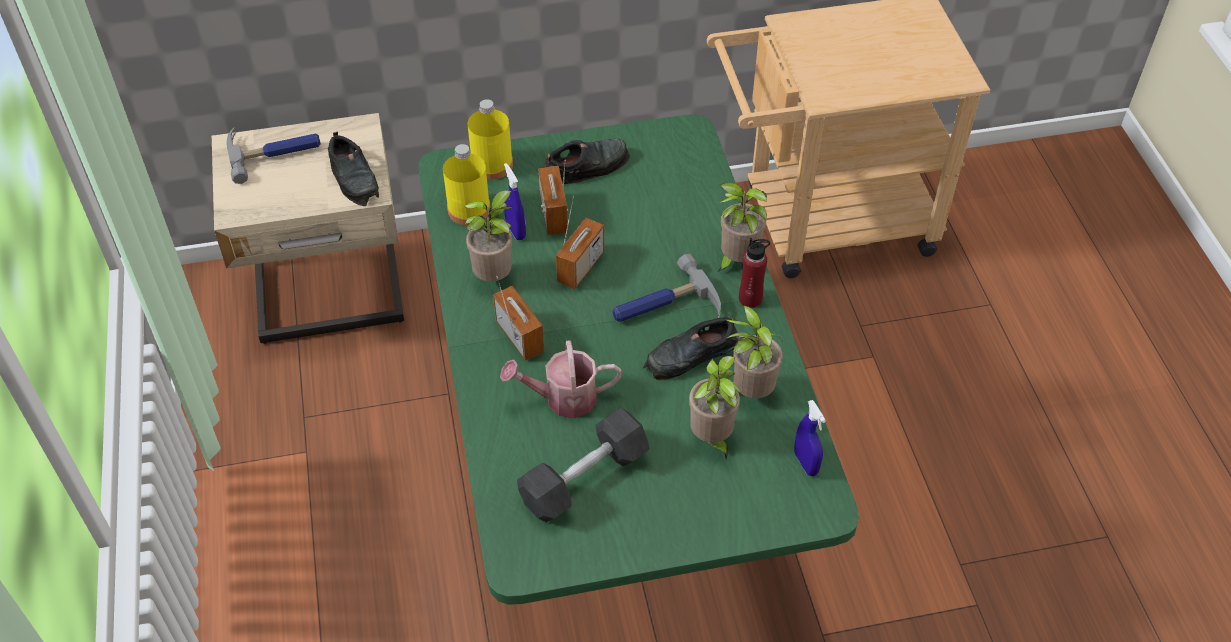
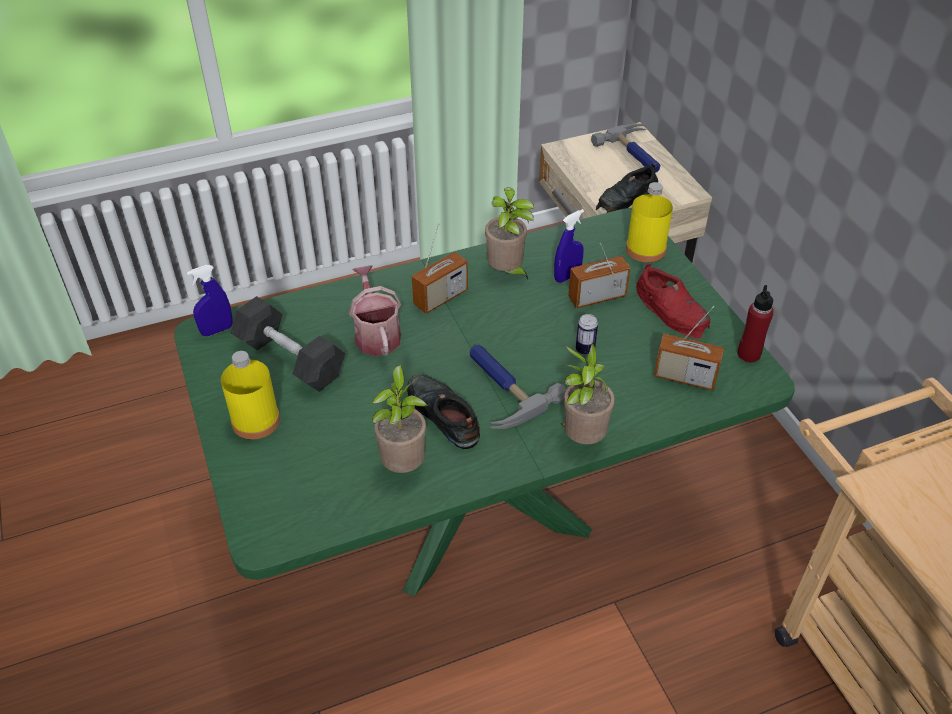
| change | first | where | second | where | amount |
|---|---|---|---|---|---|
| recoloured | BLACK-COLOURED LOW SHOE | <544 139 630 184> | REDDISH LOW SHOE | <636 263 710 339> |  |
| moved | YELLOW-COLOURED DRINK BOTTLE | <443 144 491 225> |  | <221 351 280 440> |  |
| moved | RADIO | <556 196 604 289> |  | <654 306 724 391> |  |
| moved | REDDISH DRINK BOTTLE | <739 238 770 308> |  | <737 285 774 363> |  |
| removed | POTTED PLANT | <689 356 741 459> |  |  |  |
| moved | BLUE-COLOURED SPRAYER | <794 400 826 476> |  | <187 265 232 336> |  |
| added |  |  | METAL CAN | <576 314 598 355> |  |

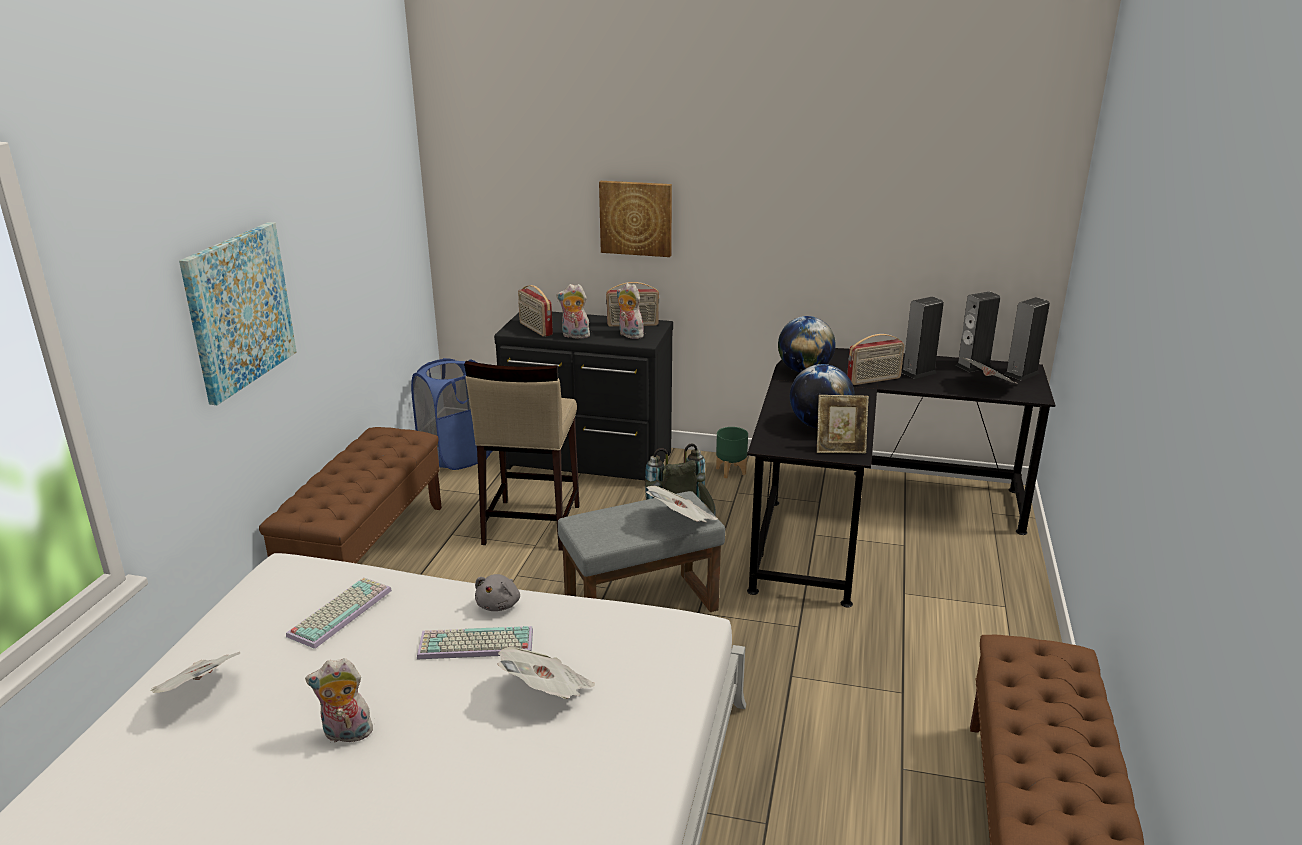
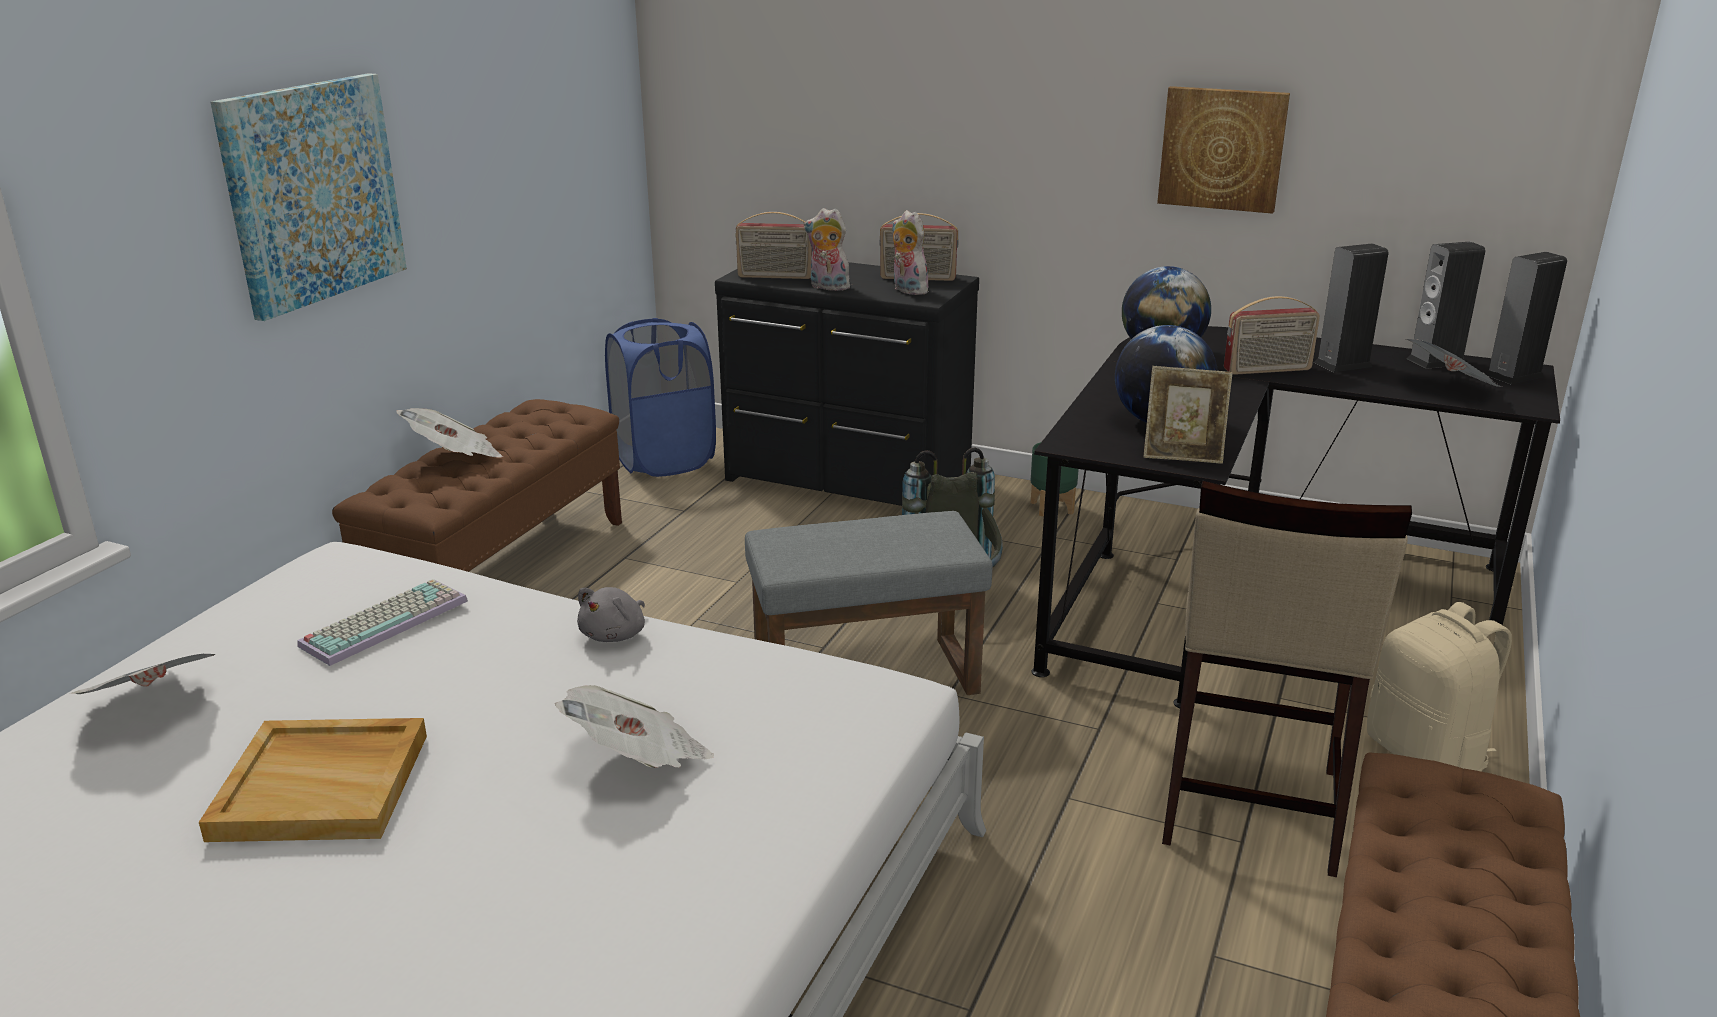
| change | first | where | second | where | amount |
|---|---|---|---|---|---|
| moved | WALL PICTURE | <599 181 672 257> |  | <1157 86 1290 214> |  |
| turned | RADIO | <518 285 553 337> |  | <735 212 812 279> | 60 degrees counterclockwise |
| moved | SAND-COLOURED SITTING STOOL | <464 361 580 551> |  | <1162 481 1412 877> |  |
| moved | NEWSPAPER | <646 486 718 522> |  | <396 408 503 458> |  |
| removed | PC KEYBOARD | <417 626 533 659> |  |  |  |
| replaced | SOFT TOY | <305 658 373 742> | SAND-COLOURED TRAY | <199 718 427 842> |  |
| added |  |  | SAND-COLOURED RUCKSACK | <1367 602 1512 772> |  |

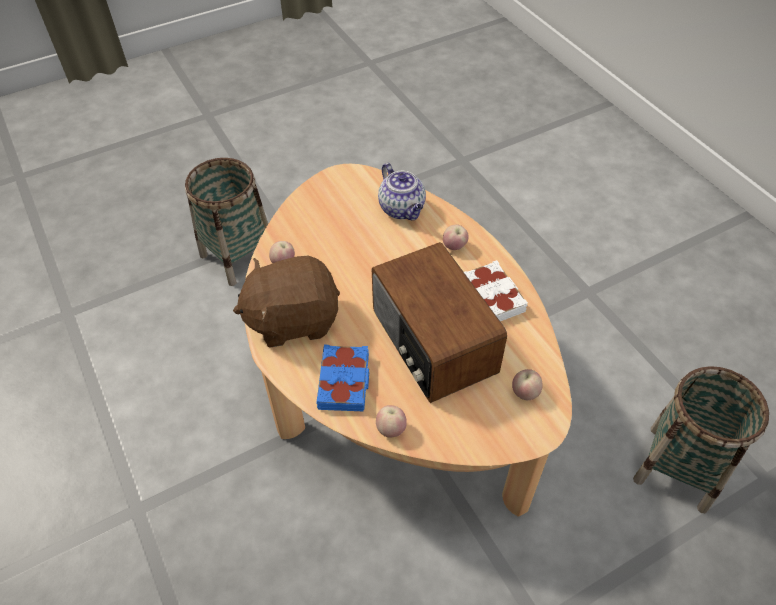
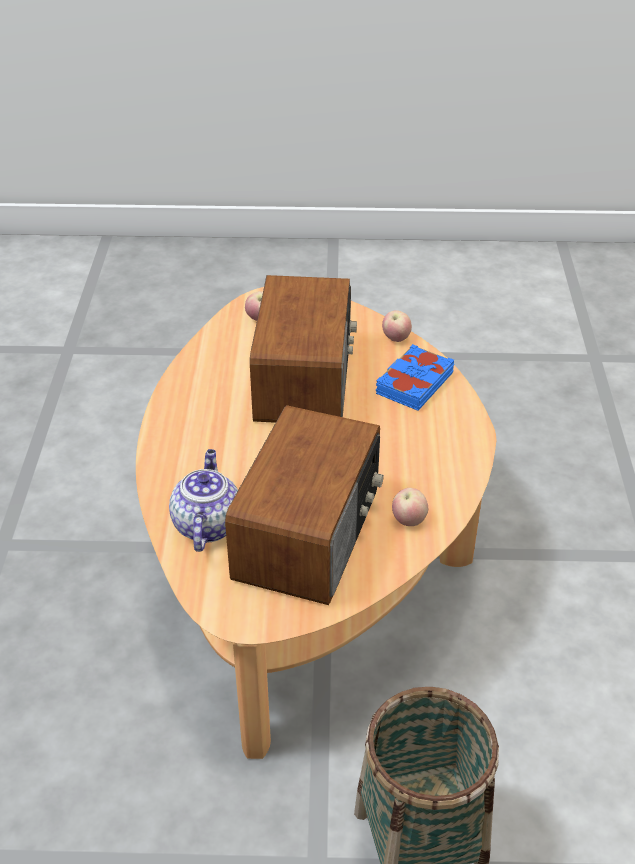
| change | first | where | second | where | amount |
|---|---|---|---|---|---|
| removed | APPLE | <443 224 469 250> |  |  |  |
| removed | BROWN SOFT TOY | <233 256 340 348> |  |  |  |
| removed | WHITE VOLUME | <464 260 528 321> |  |  |  |
| removed | BASKET | <633 366 769 513> |  |  |  |
| added |  |  | RADIO | <225 405 384 605> |  |

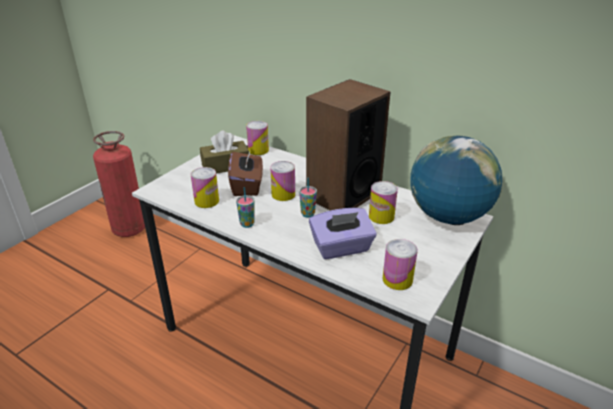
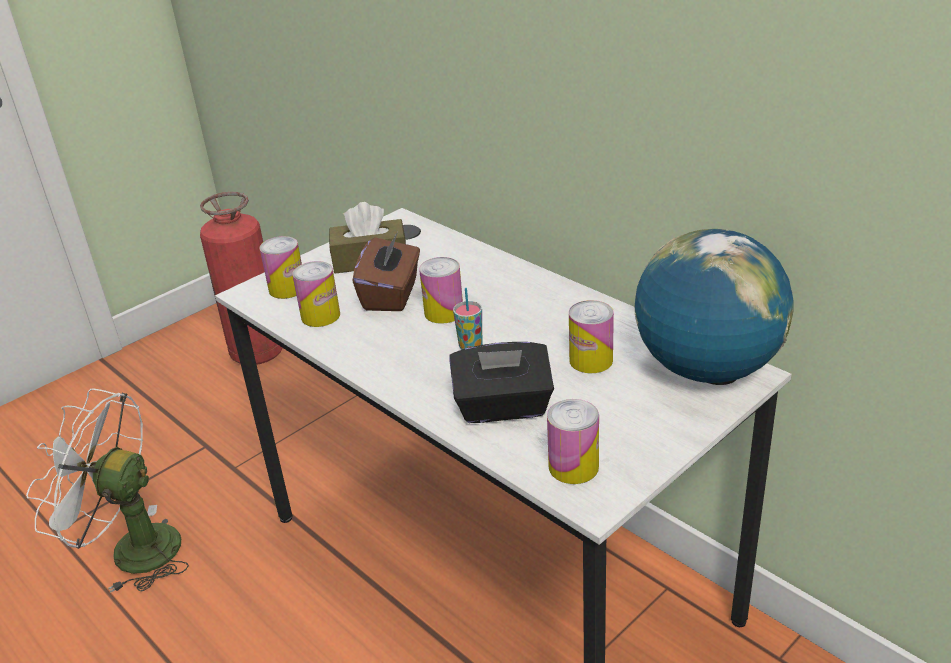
| change | first | where | second | where | amount |
|---|---|---|---|---|---|
| removed | SPEAKER | <306 79 391 211> |  |  |  |
| moved | METAL CAN | <246 121 269 155> |  | <259 236 302 299> |  |
| removed | SMALL CUP | <236 187 255 228> |  |  |  |
| recoloured | PURPLISH BOX OF TISSUES | <309 208 377 259> | BLACK-COLOURED BOX OF TISSUES | <449 342 554 423> |  |
| added |  |  | WHITE ELECTRIC FAN | <26 388 189 593> |  |

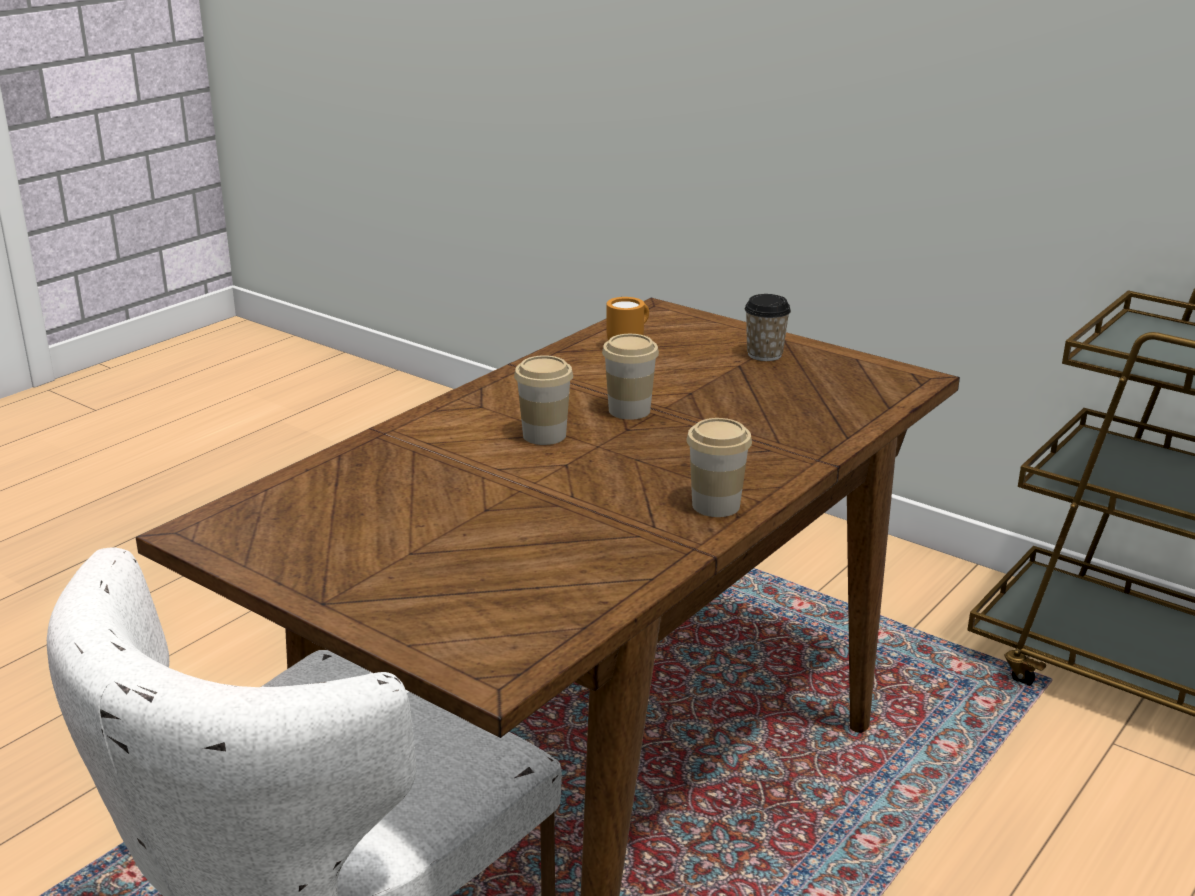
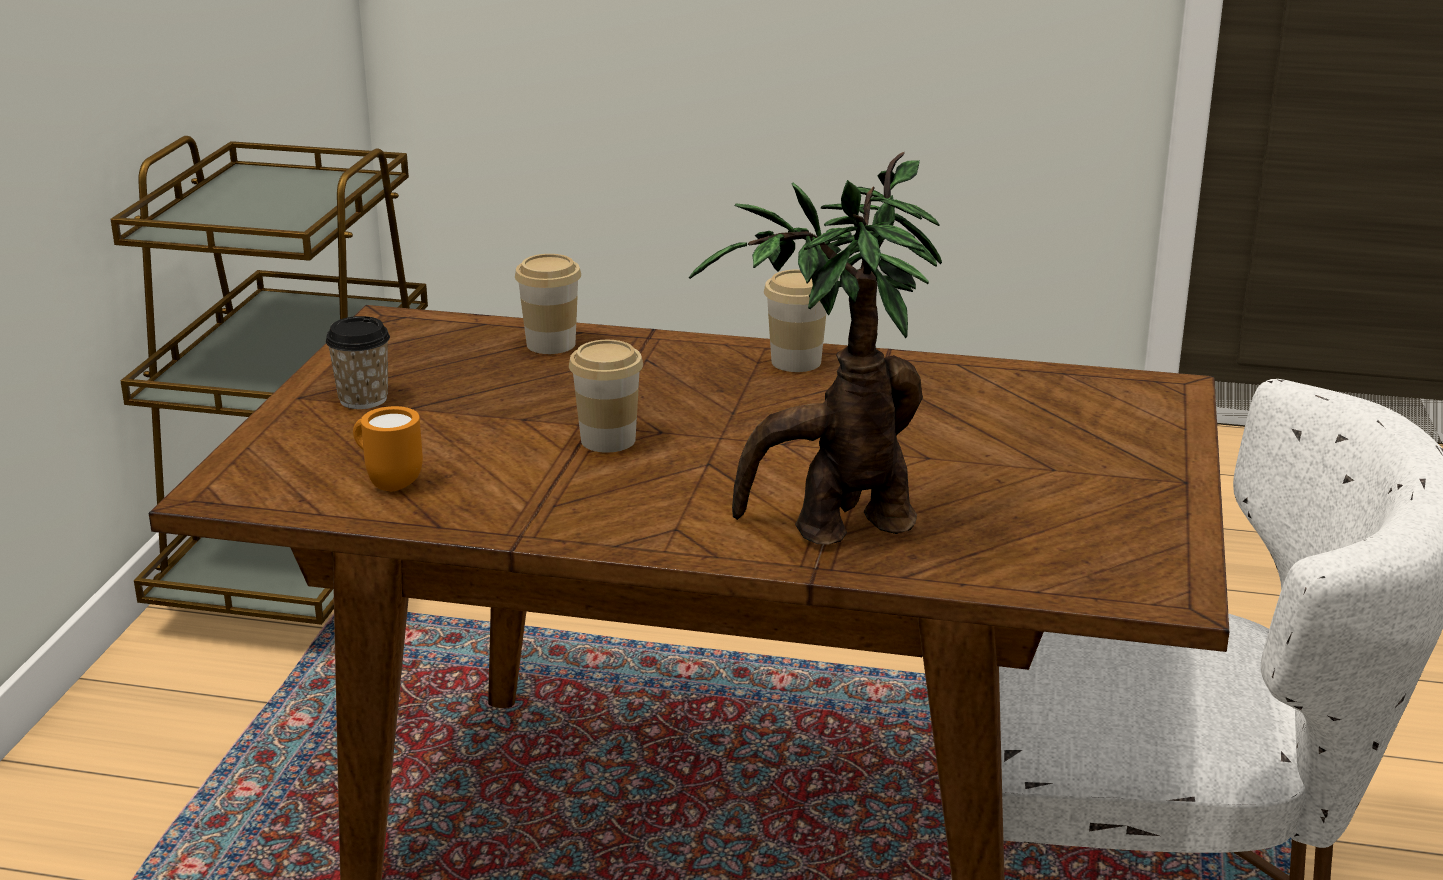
| change | first | where | second | where | amount |
|---|---|---|---|---|---|
| moved | SMALL CUP | <514 355 573 445> |  | <515 254 581 354> |  |
| added |  |  | POTTED PLANT | <689 152 942 544> |  |

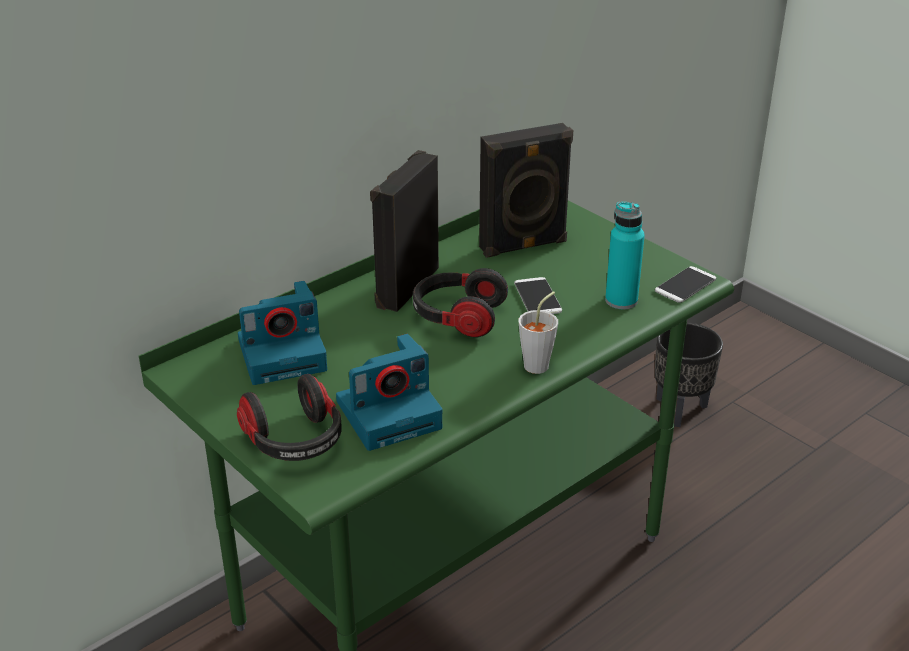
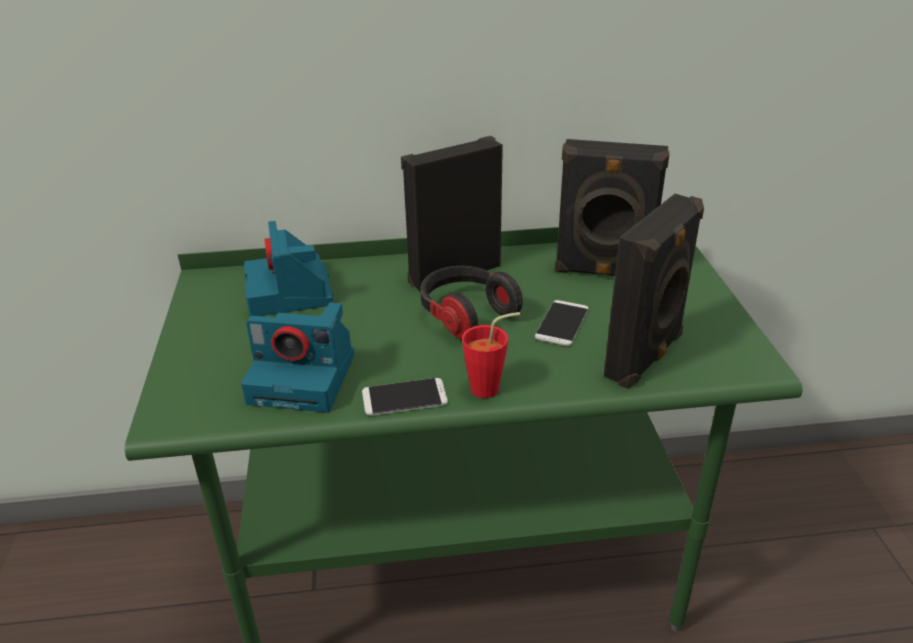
| change | first | where | second | where | amount |
|---|---|---|---|---|---|
| replaced | BLUE-GREEN DRINK BOTTLE | <605 202 645 309> | BLACK-COLOURED SPEAKER | <604 194 704 389> |  |
| moved | HANDSET | <655 266 716 303> |  | <362 378 448 416> |  |
| turned | STILL CAMERA | <238 281 327 385> |  | <244 221 333 316> | 60 degrees clockwise |
| recoloured | GREY SMALL CUP | <519 291 558 374> | REDDISH SMALL CUP | <462 312 520 398> |  |
| removed | BLACK-COLOURED PLANTER | <655 323 723 427> |  |  |  |
| removed | HEADSET | <237 374 342 461> |  |  |  |

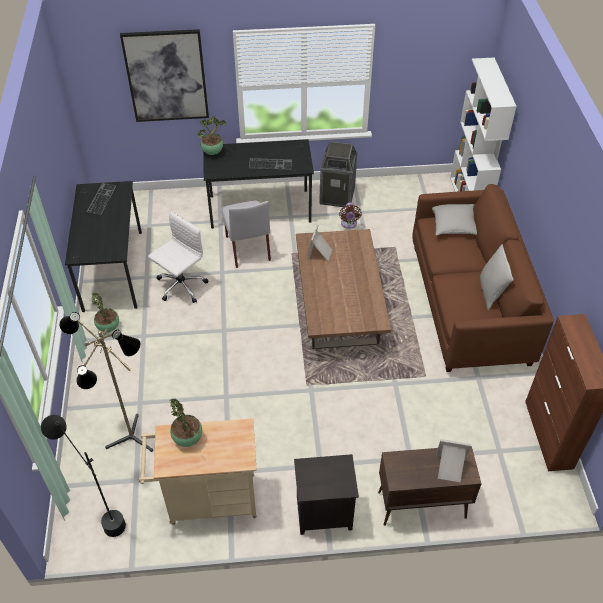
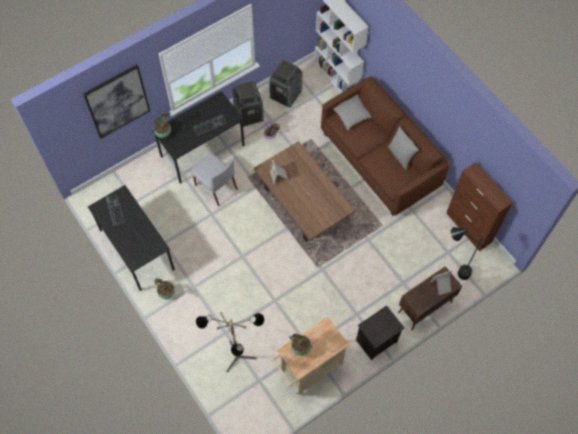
| change | first | where | second | where | amount |
|---|---|---|---|---|---|
| removed | WHITE DESK CHAIR | <148 212 208 303> |  |  |  |
| moved | BLACK-COLOURED FLOOR LAMP | <41 415 126 537> |  | <451 227 485 280> |  |
| added |  |  | WASTE BIN | <269 60 303 108> |  |

